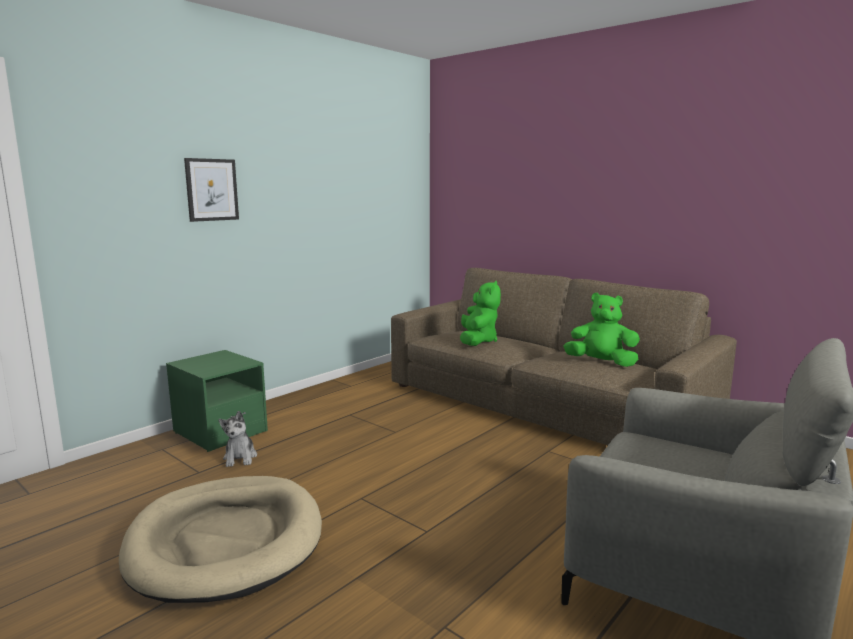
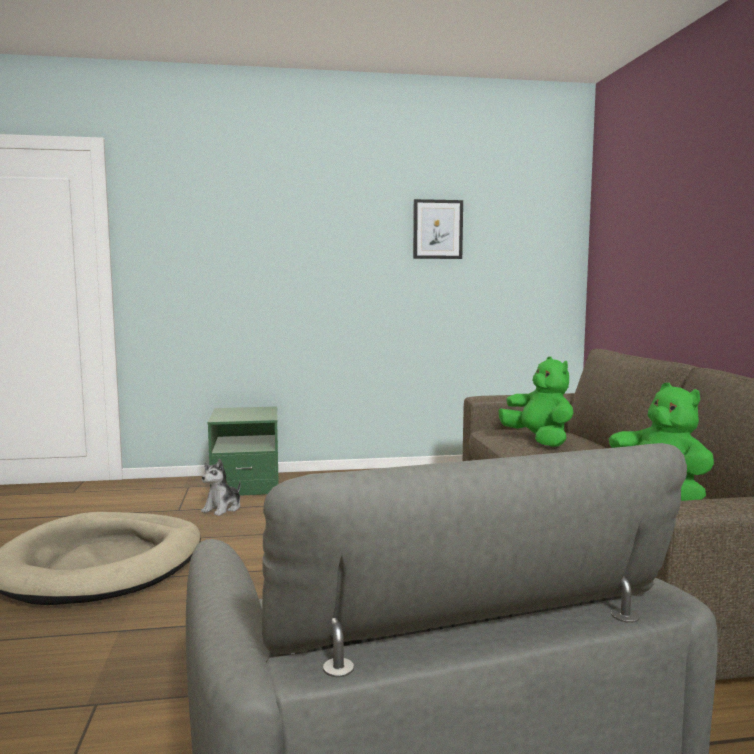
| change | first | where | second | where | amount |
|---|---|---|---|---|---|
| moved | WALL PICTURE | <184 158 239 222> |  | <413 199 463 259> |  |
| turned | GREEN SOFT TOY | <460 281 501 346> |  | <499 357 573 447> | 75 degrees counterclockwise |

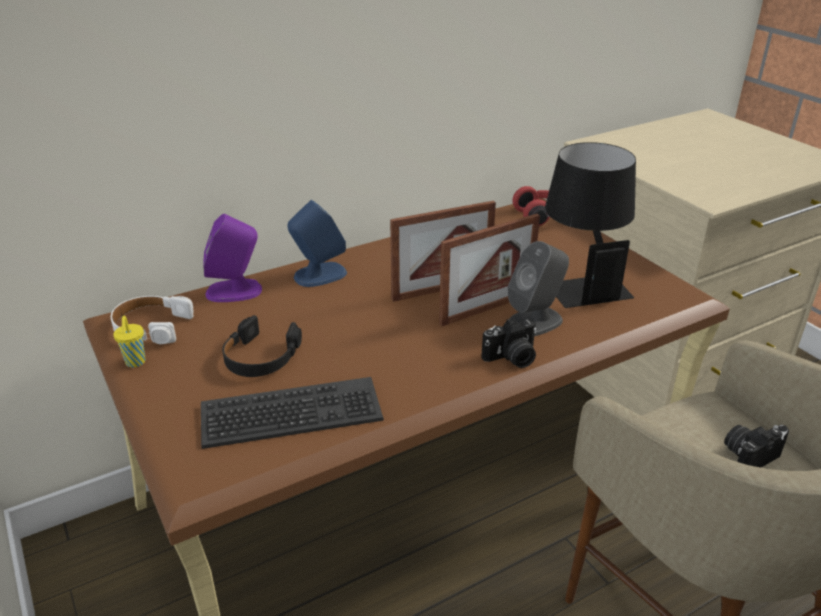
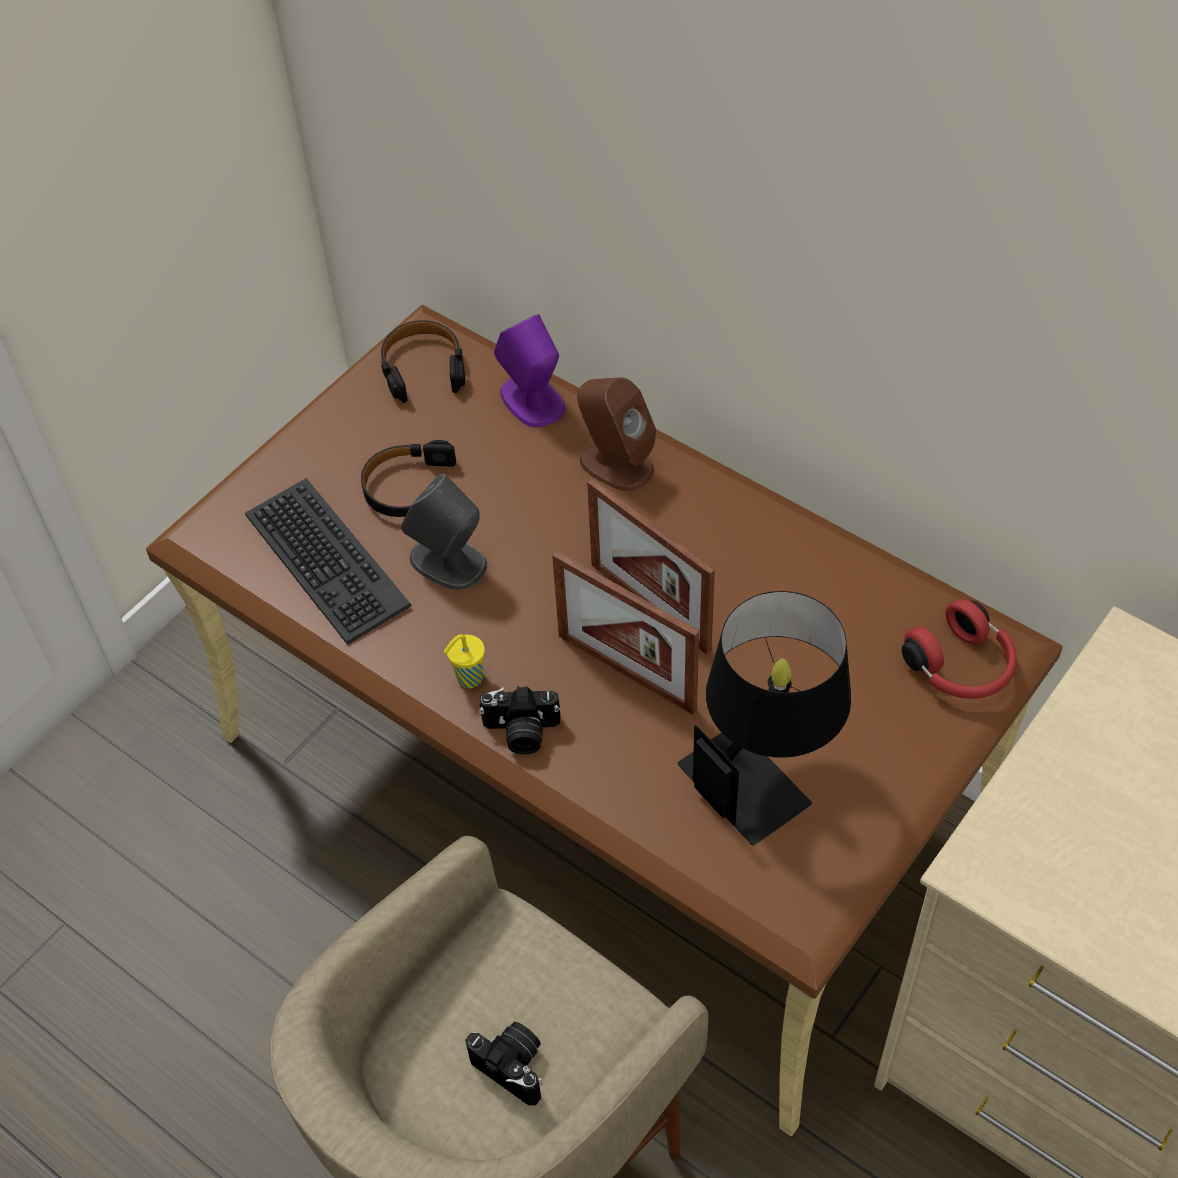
| change | first | where | second | where | amount |
|---|---|---|---|---|---|
| recoloured | BLUE-COLOURED SPEAKER | <288 200 347 287> | BROWN SPEAKER | <577 377 656 491> |  |
| moved | GREY SPEAKER | <508 241 569 336> |  | <401 474 487 590> |  |
| recoloured | WHITE HEADSET | <111 296 194 344> | BLACK-COLOURED HEADSET | <381 320 465 403> |  |
| moved | YELLOW-COLOURED SMALL CUP | <113 316 146 368> |  | <444 634 485 688> |  |
| turned | STILL CAMERA | <481 318 537 368> |  | <479 686 561 755> | 45 degrees counterclockwise |

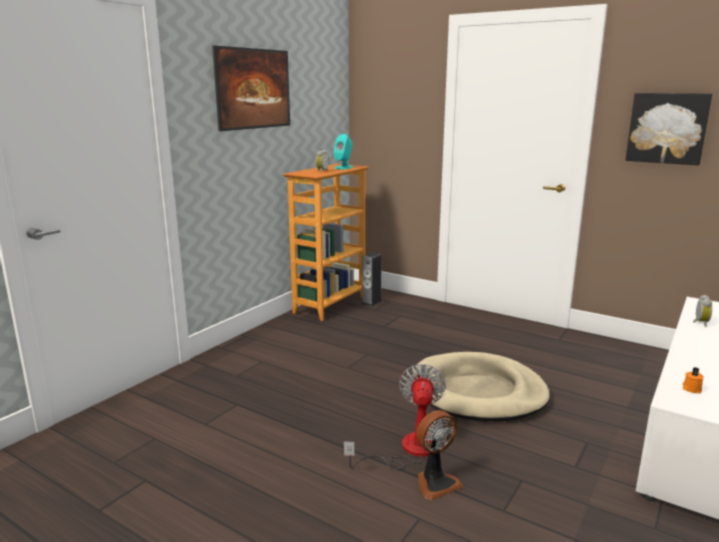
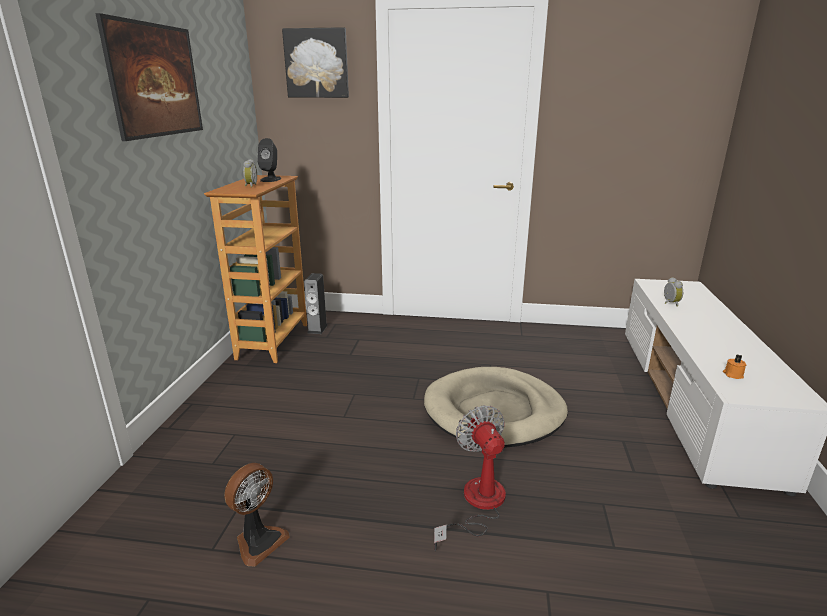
| change | first | where | second | where | amount |
|---|---|---|---|---|---|
| moved | WALL PICTURE | <625 93 713 165> |  | <282 27 349 98> |  |
| recoloured | BLUE-GREEN SPEAKER | <333 134 353 169> | BLACK-COLOURED SPEAKER | <257 138 281 182> |  |
| moved | ELECTRIC FAN | <417 410 463 500> |  | <224 463 290 566> |  |

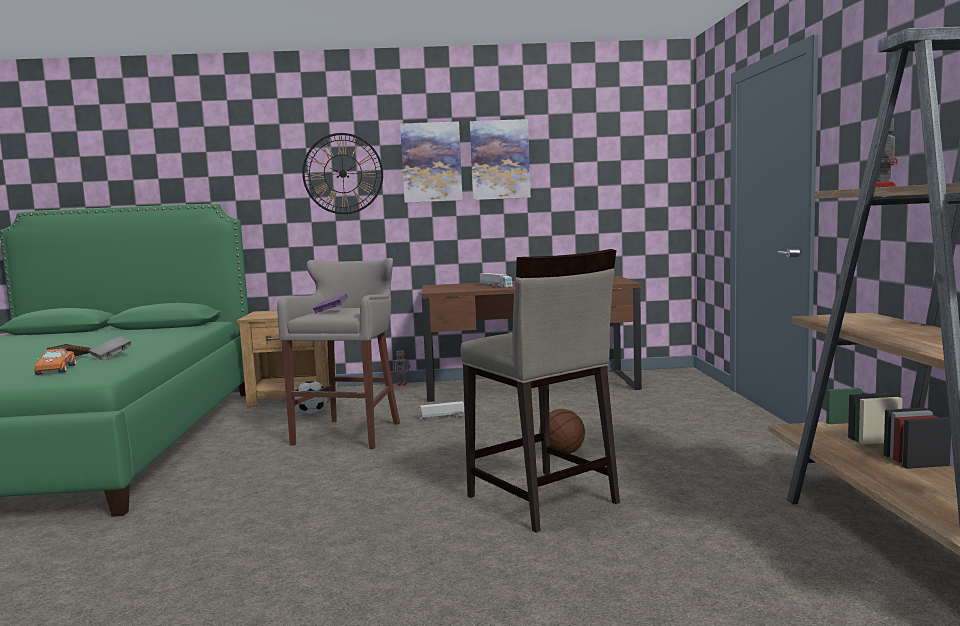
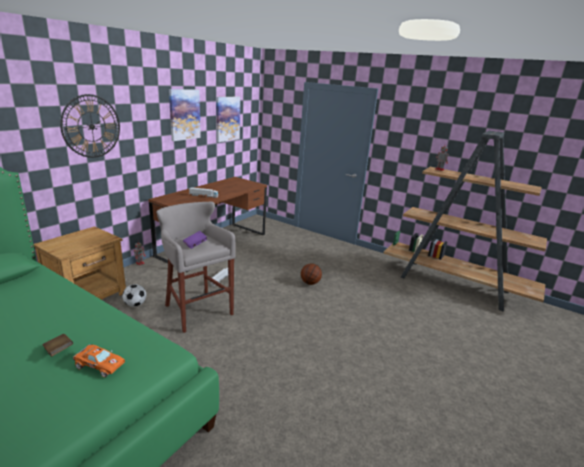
| change | first | where | second | where | amount |
|---|---|---|---|---|---|
| moved | WALL PICTURE | <400 121 463 203> |  | <216 97 240 142> |  |
| removed | SAND-COLOURED SITTING STOOL | <461 249 620 533> |  |  |  |
| removed | GREY VOLUME | <89 336 132 360> |  |  |  |

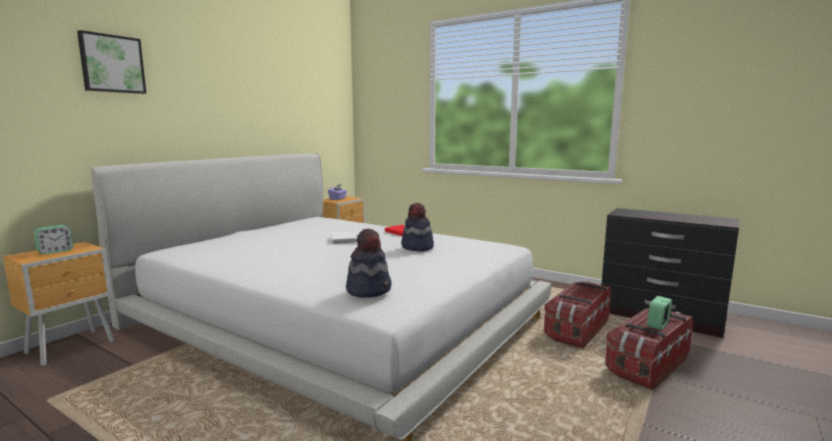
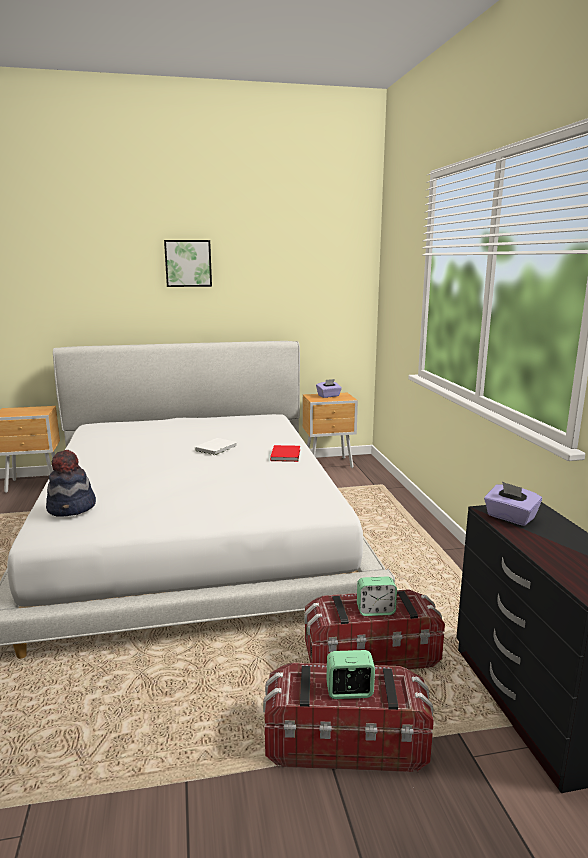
| change | first | where | second | where | amount |
|---|---|---|---|---|---|
| moved | WALL PICTURE | <77 30 146 94> |  | <164 240 212 287> |  |
| removed | HAT | <401 203 434 252> |  |  |  |
| moved | ALARM CLOCK | <34 225 73 255> |  | <357 576 397 616> |  |
| added |  |  | PURPLISH BOX OF TISSUES | <484 482 542 526> |  |

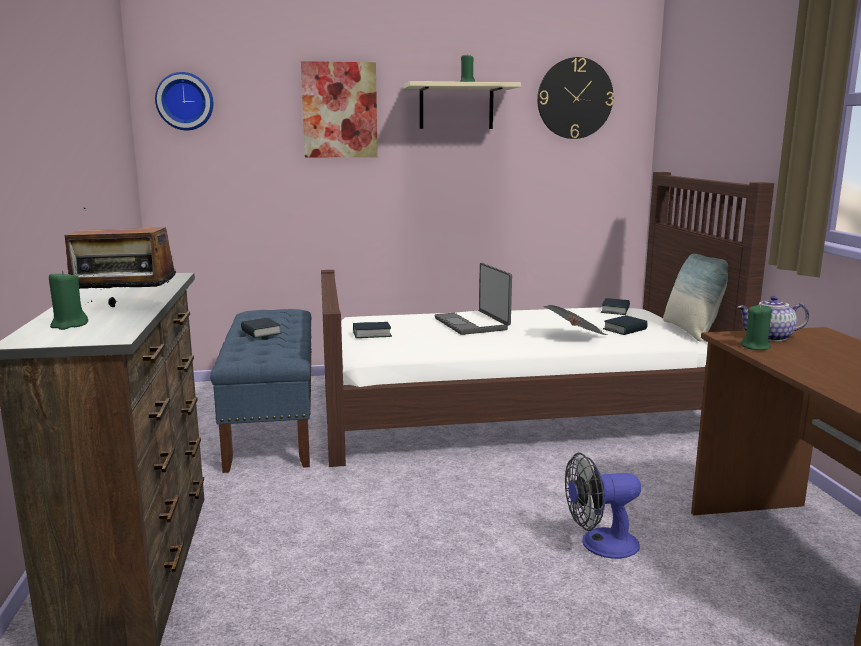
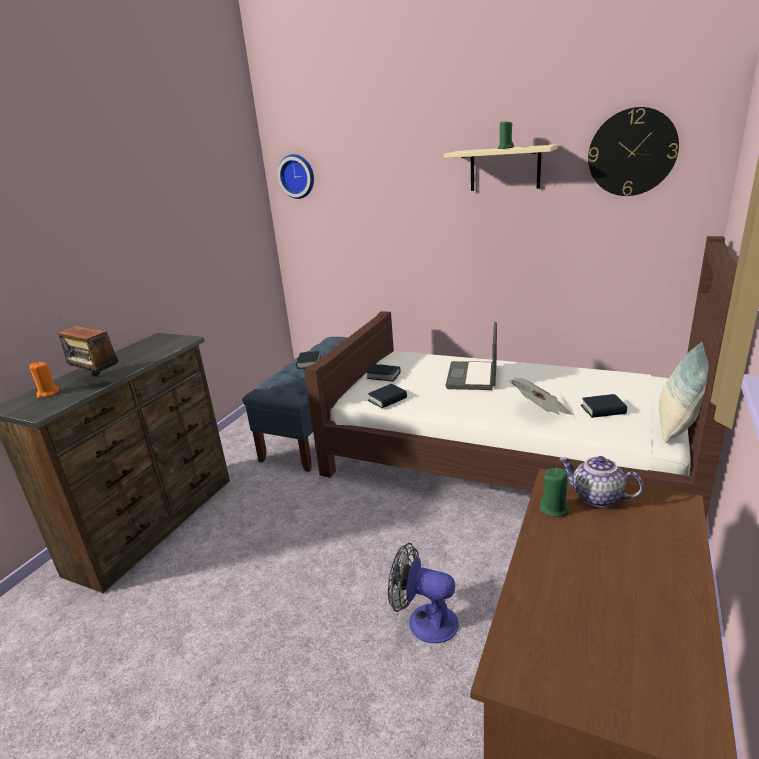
| change | first | where | second | where | amount |
|---|---|---|---|---|---|
| removed | WALL PICTURE | <301 61 378 157> |  |  |  |
| recoloured | GREEN CANDLE | <49 270 88 330> | ORANGE-COLOURED CANDLE | <29 362 59 398> |  |
| moved | VOLUME | <601 298 630 315> |  | <368 384 407 408> |  |

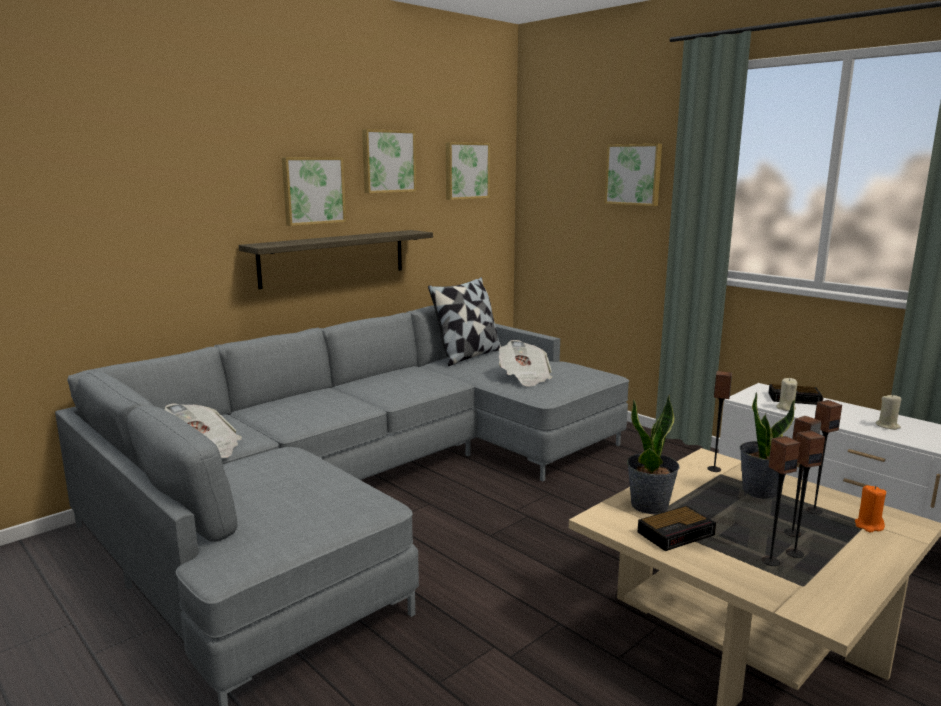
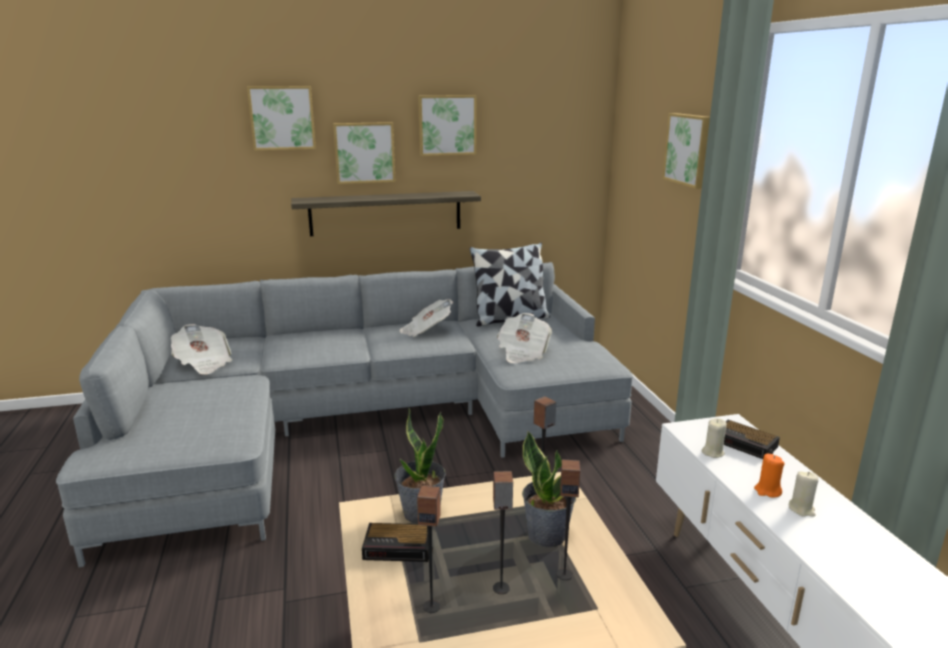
| change | first | where | second | where | amount |
|---|---|---|---|---|---|
| moved | WALL PICTURE | <446 142 490 200> |  | <247 86 316 151> |  |
| removed | SPEAKER | <786 431 825 558> |  |  |  |
| moved | ORANGE-COLOURED CANDLE | <855 485 886 533> |  | <754 454 784 497> |  |
| added |  |  | NEWSPAPER | <399 299 453 337> |  |

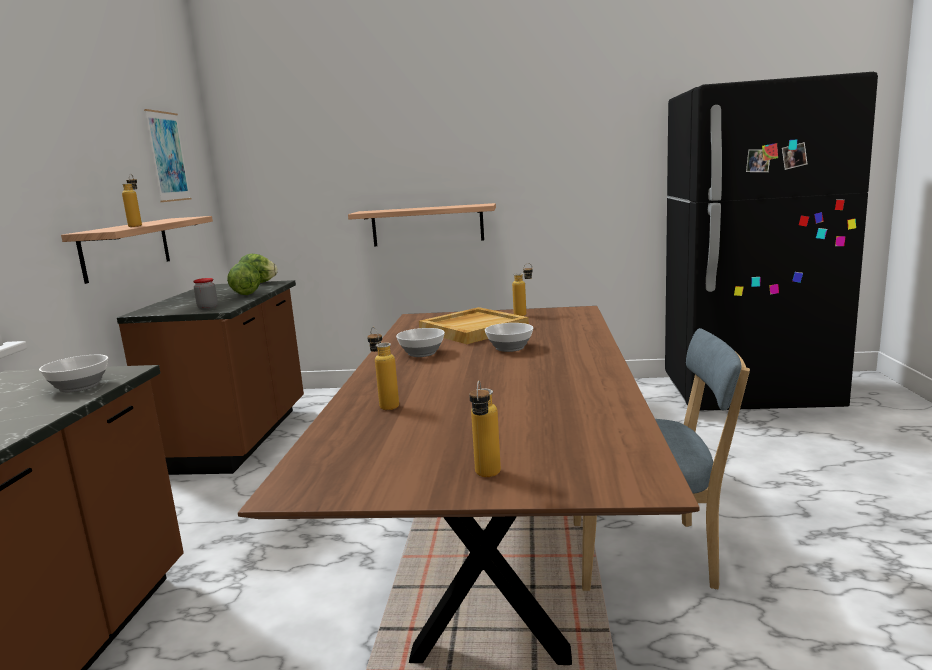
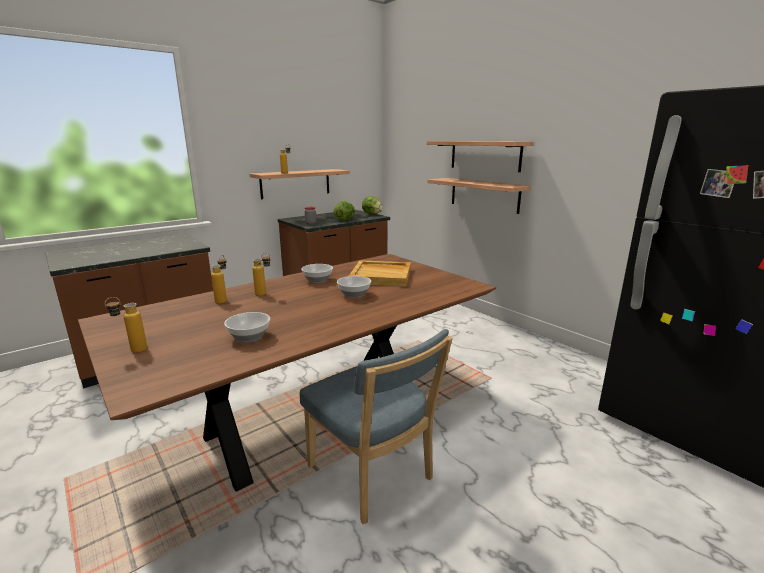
| change | first | where | second | where | amount |
|---|---|---|---|---|---|
| removed | WALL PICTURE | <144 109 192 202> |  |  |  |
| moved | DRINK BOTTLE | <512 263 533 316> |  | <252 253 271 296> |  |
| moved | SERVING BOWL | <39 355 108 392> |  | <224 312 270 343> |  |
| added |  |  | SHELF | <427 141 534 172> |  |

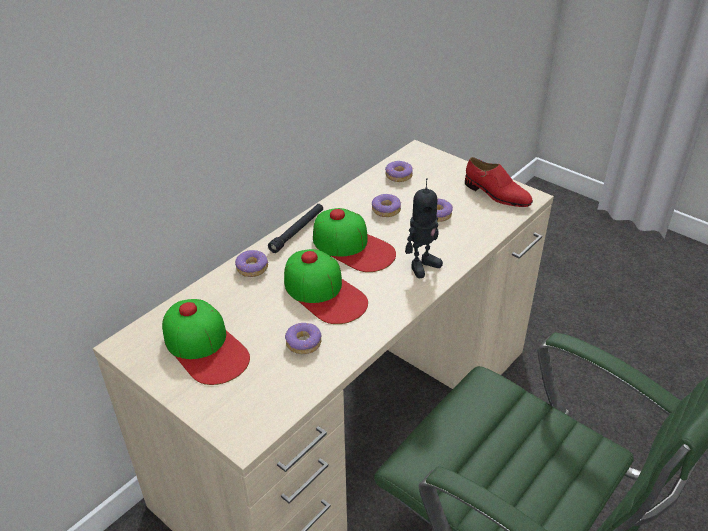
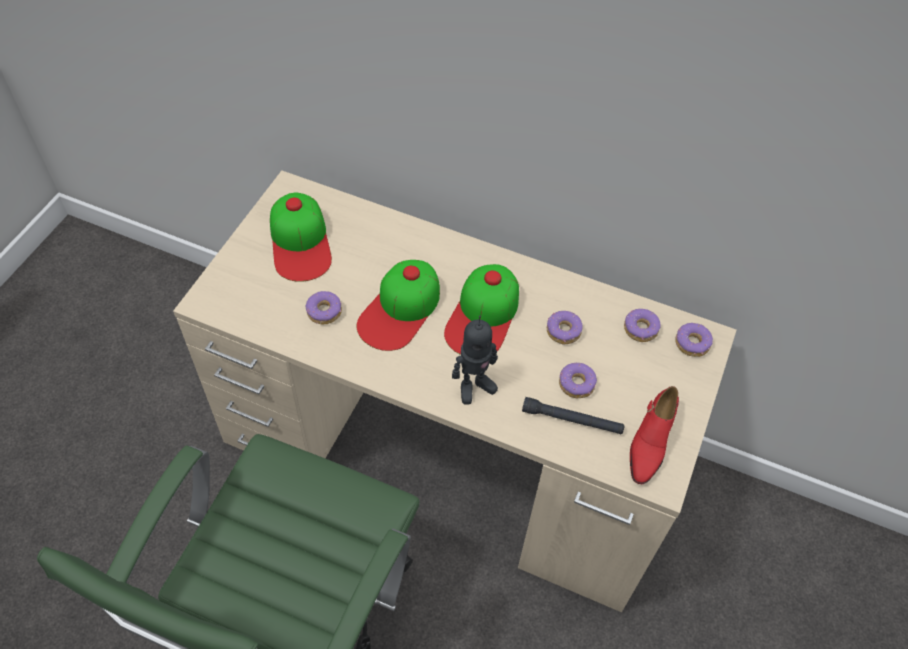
| change | first | where | second | where | amount |
|---|---|---|---|---|---|
| turned | TOY ROBOT | <405 178 443 278> |  | <452 316 498 405> | 60 degrees counterclockwise |
| moved | BLACK-COLOURED HAND TORCH | <268 204 323 253> |  | <522 397 624 434> |  |
| moved | DOUGHNUT | <235 250 268 277> |  | <675 323 713 357> |  |
| turned | CAP | <162 299 250 385> |  | <270 192 332 282> | 45 degrees counterclockwise |

